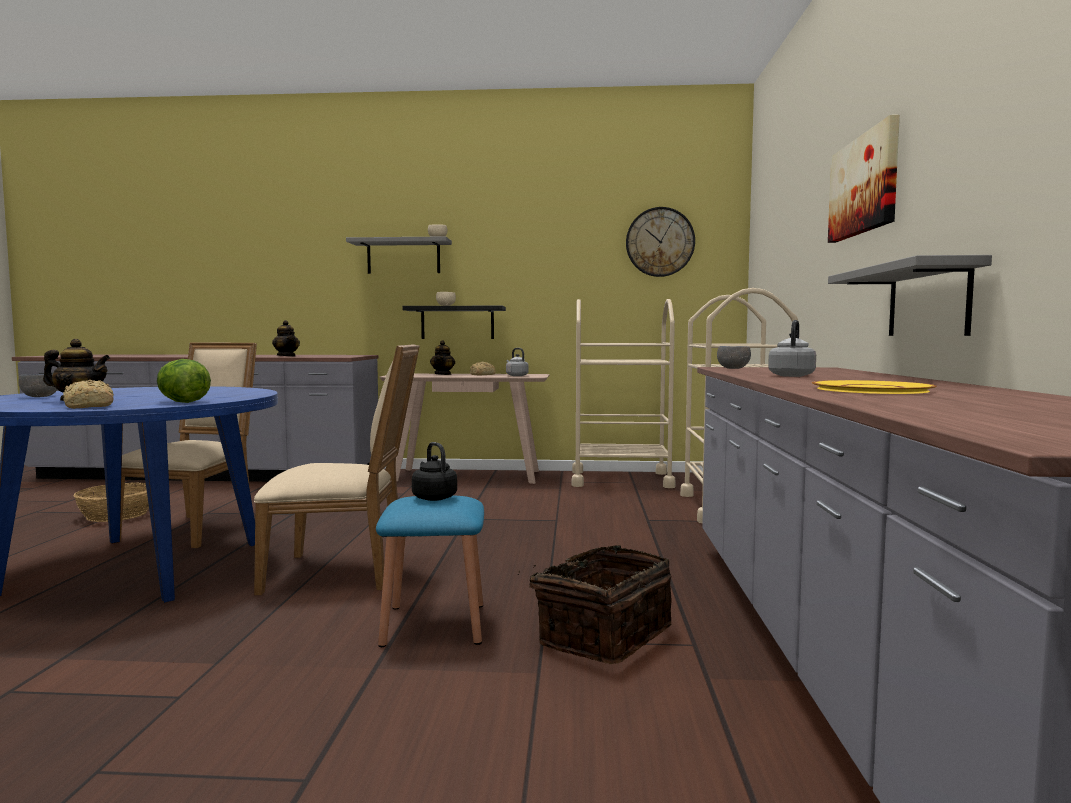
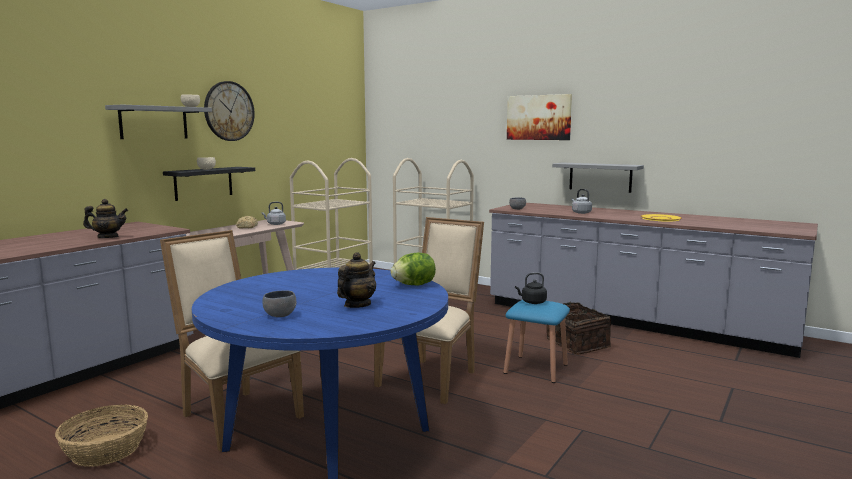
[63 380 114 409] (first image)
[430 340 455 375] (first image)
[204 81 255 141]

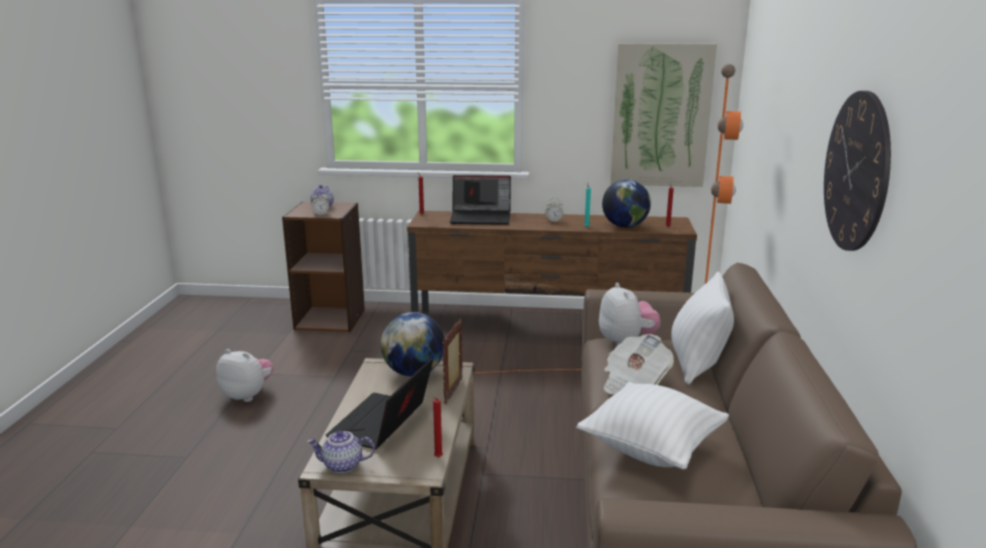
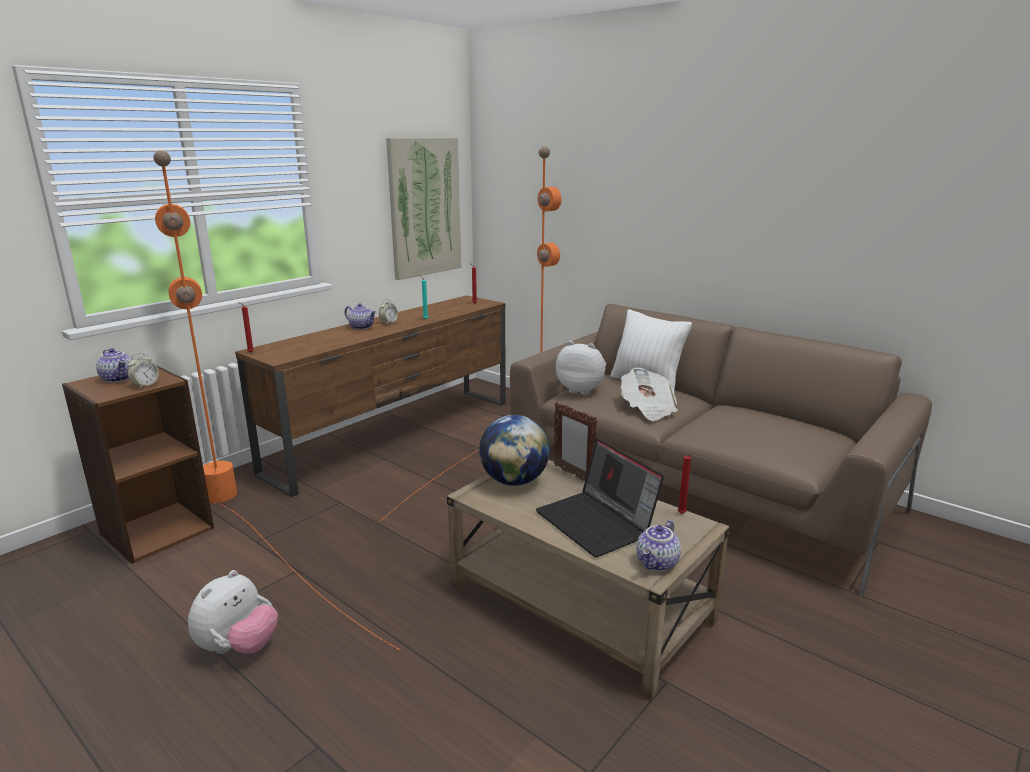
[188 570 278 654]
[450 175 511 225] (first image)
[576 382 729 469] (first image)
[602 179 651 228] (first image)
[824 91 891 251] (first image)
[153 150 401 651]
[345 303 376 330]

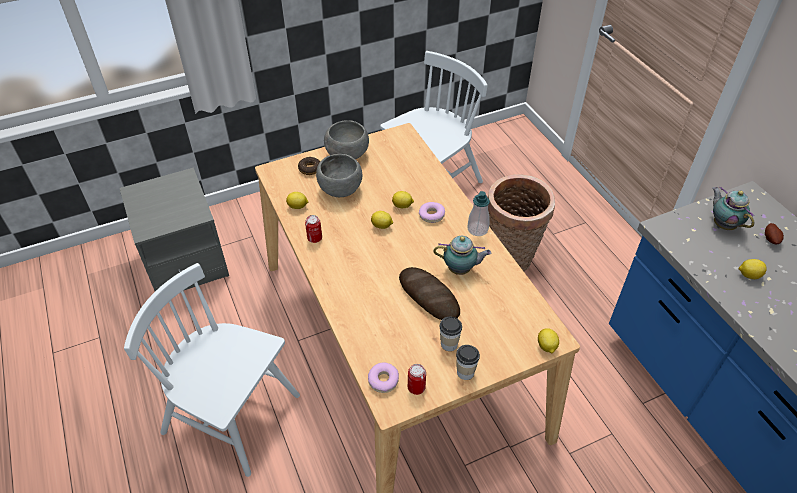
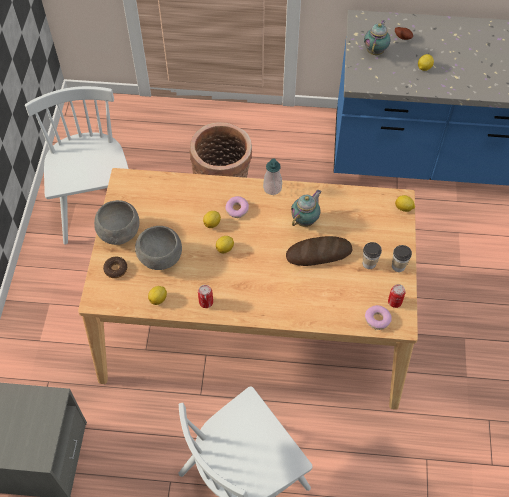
[364 20 390 55]

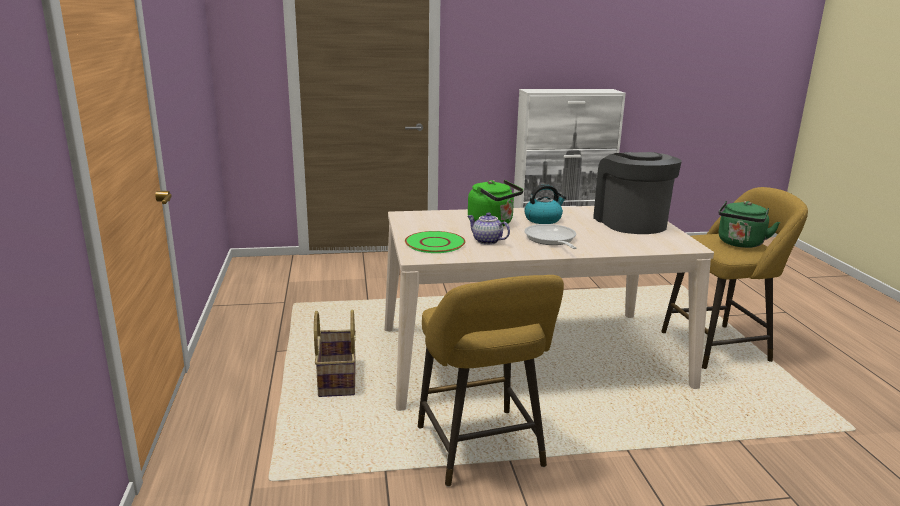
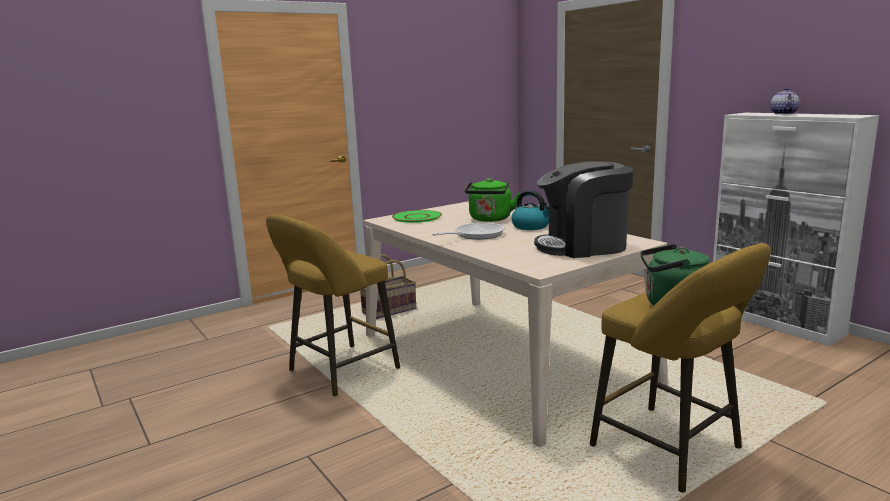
[770 88 800 114]
[534 161 633 258]

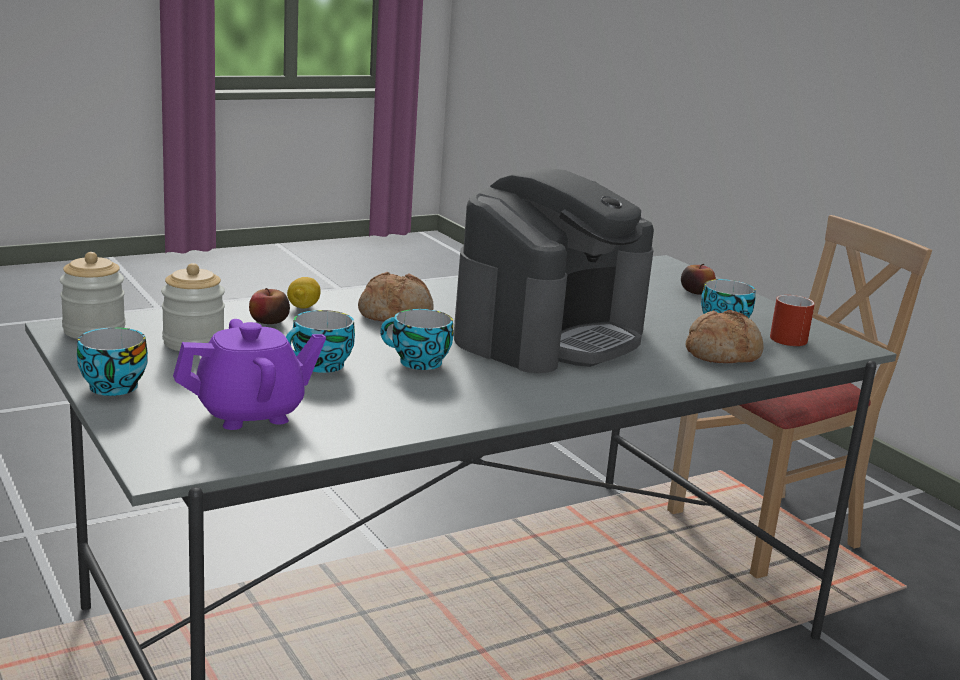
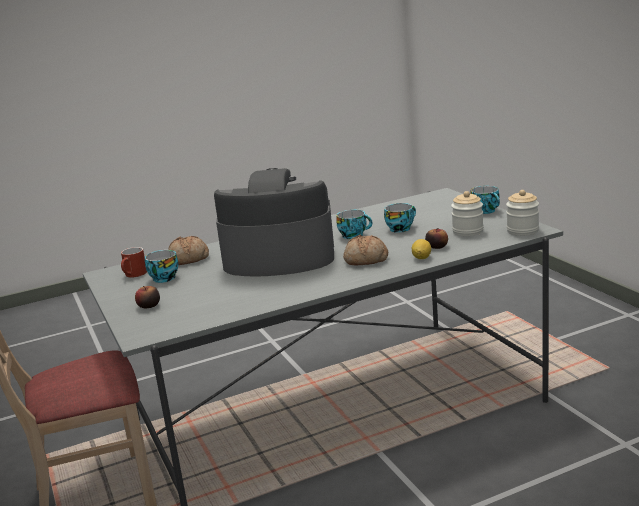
[173 319 326 430] (first image)
[214 168 334 277]

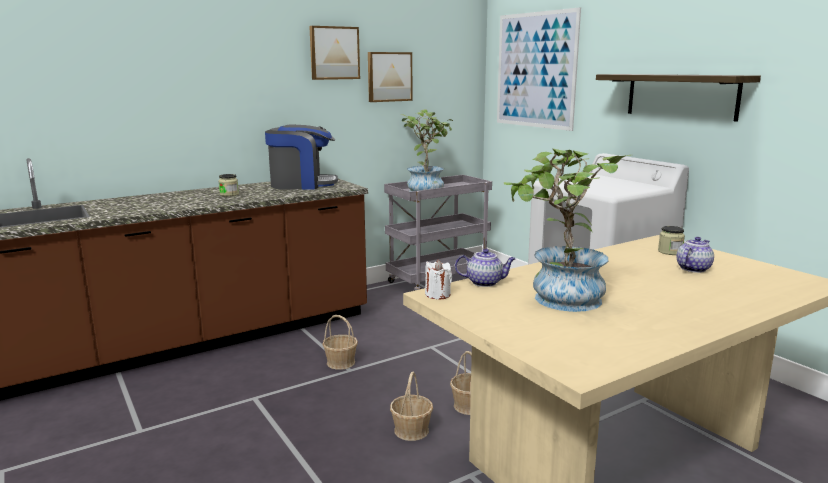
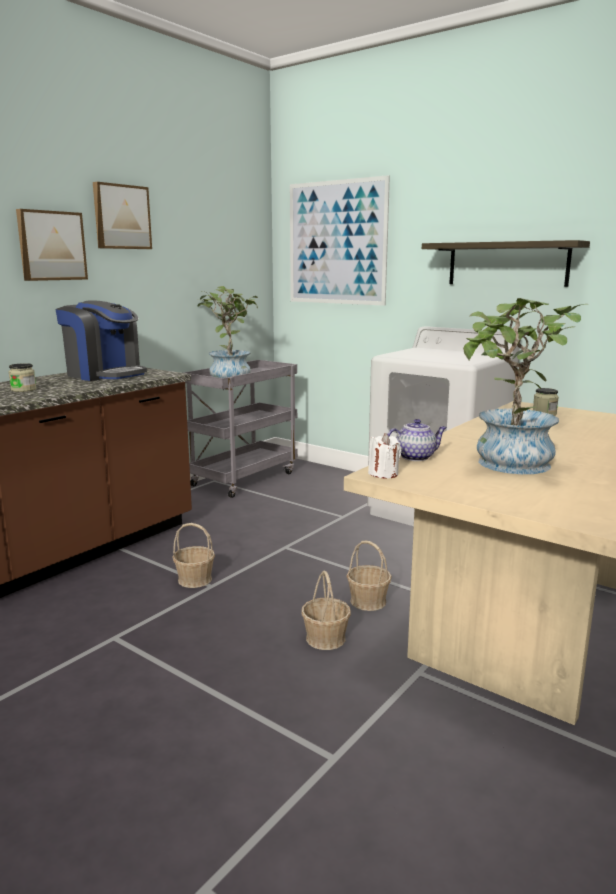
[56 300 147 381]
[16 209 88 281]
[676 237 714 273] (first image)

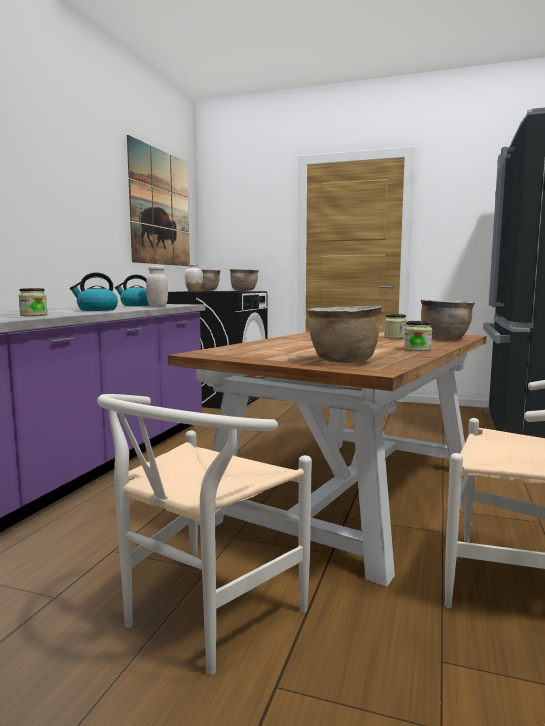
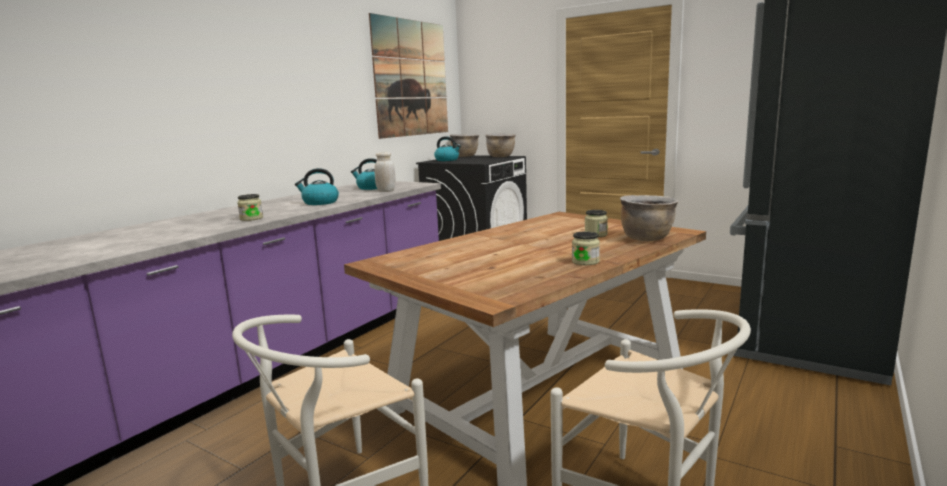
[434 136 461 161]
[307 306 382 363] (first image)

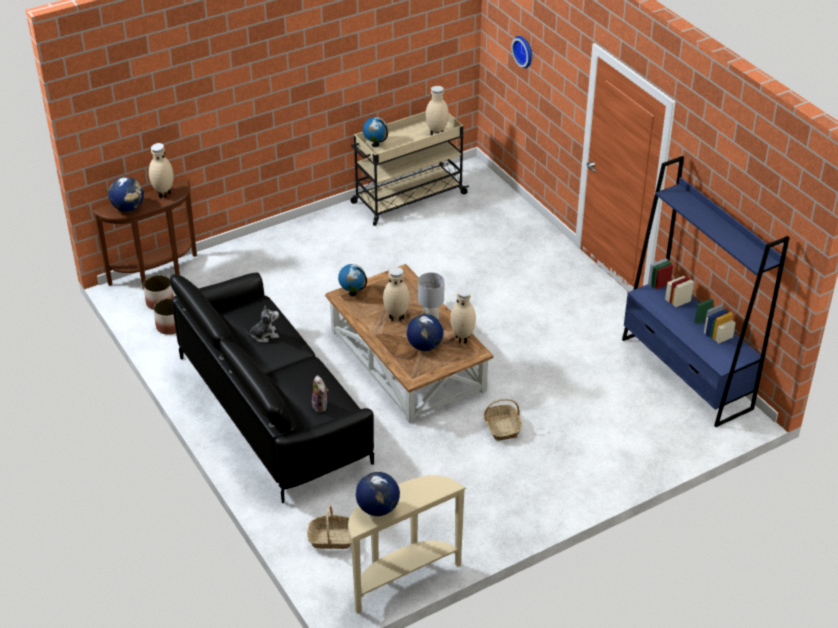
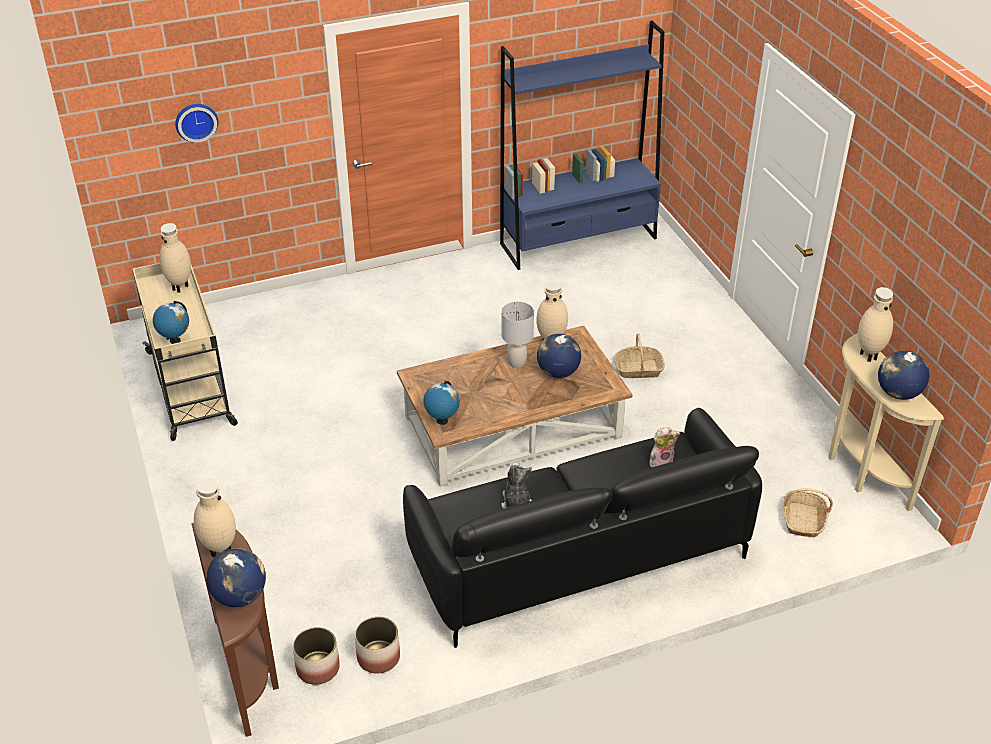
[858 287 893 362]

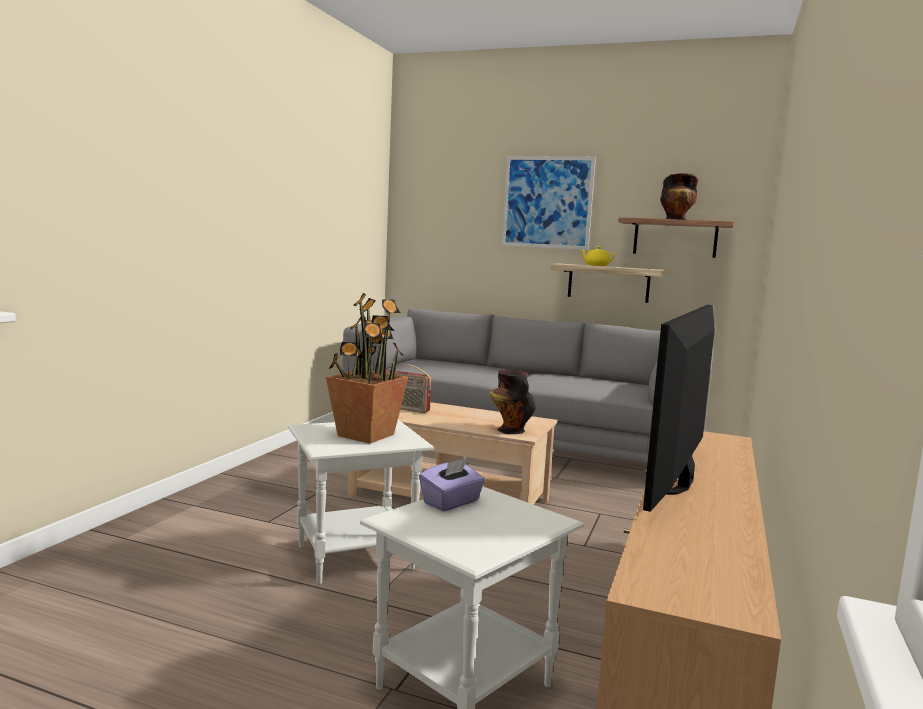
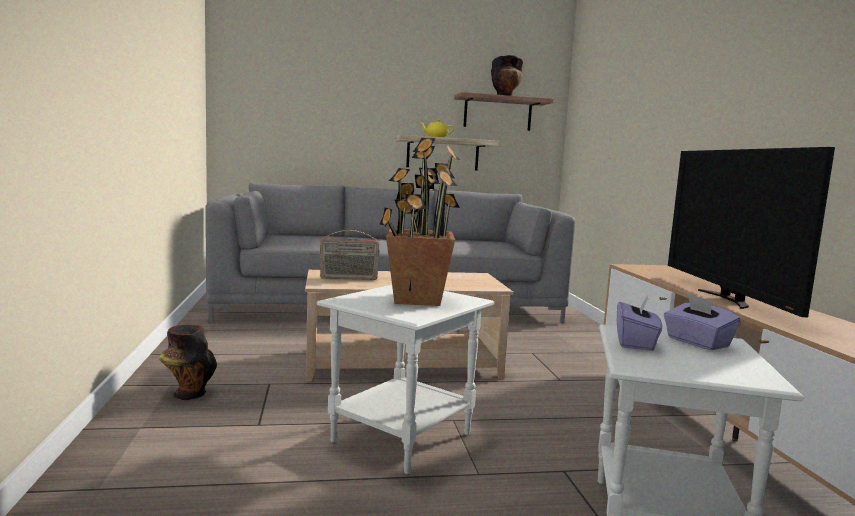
[159 325 217 400]
[502 156 596 250] (first image)
[664 294 741 350]

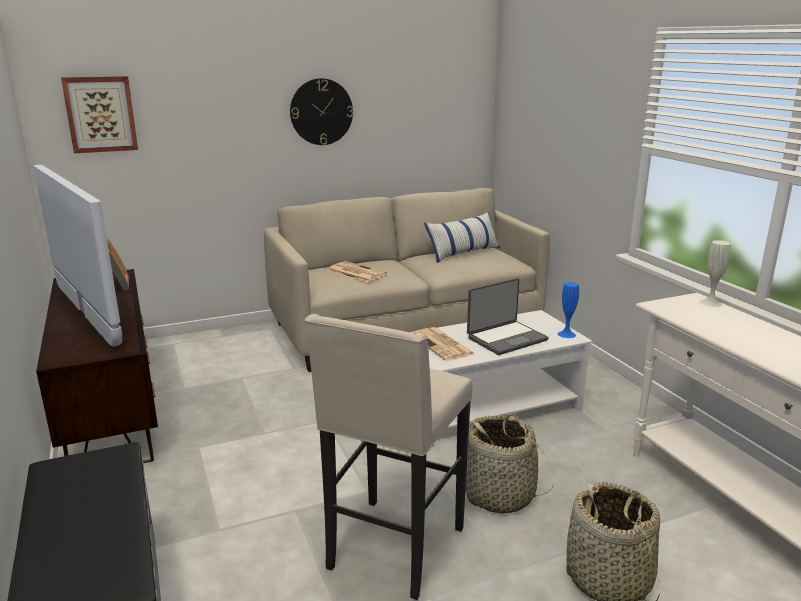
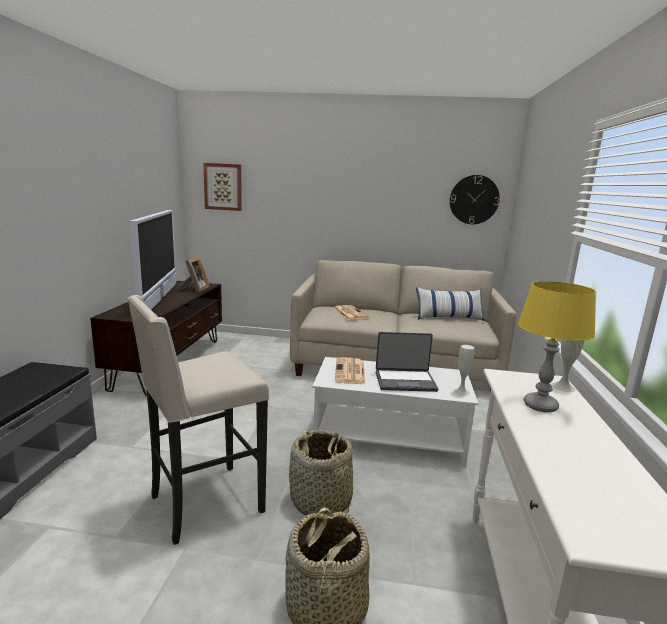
[450 175 500 224]
[453 345 475 396]
[518 281 596 412]

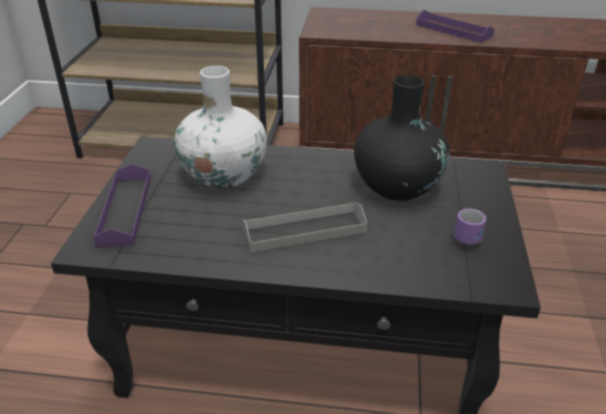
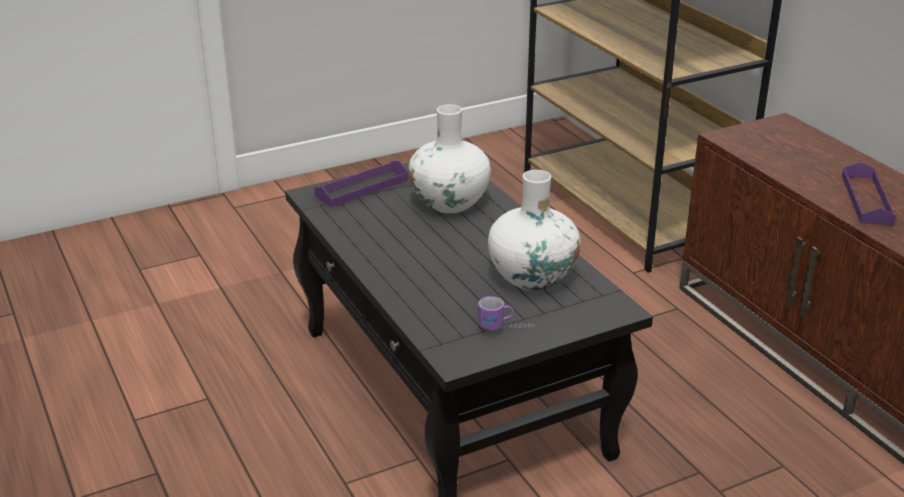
[243 202 367 252] (first image)
[488 170 581 290]

